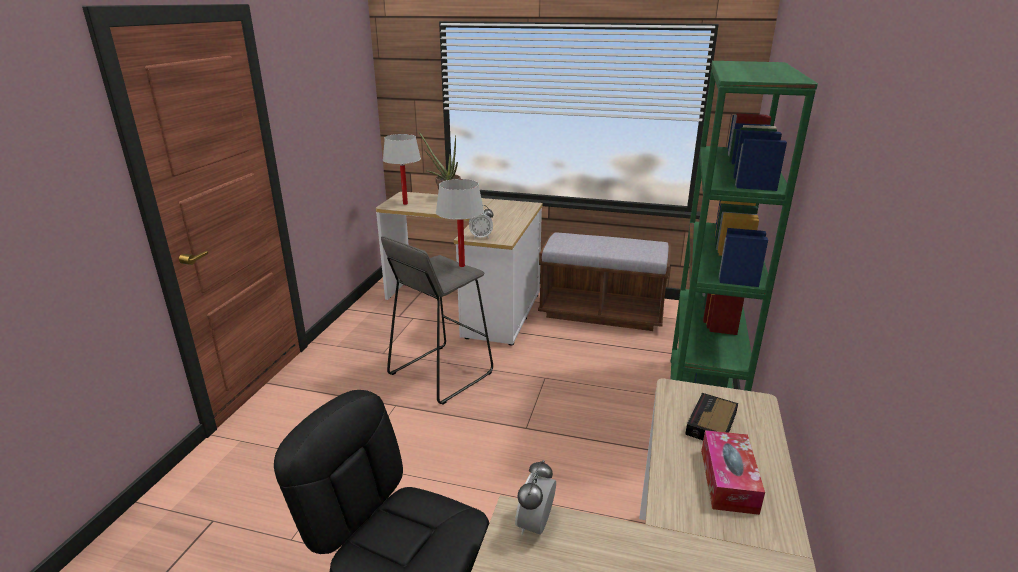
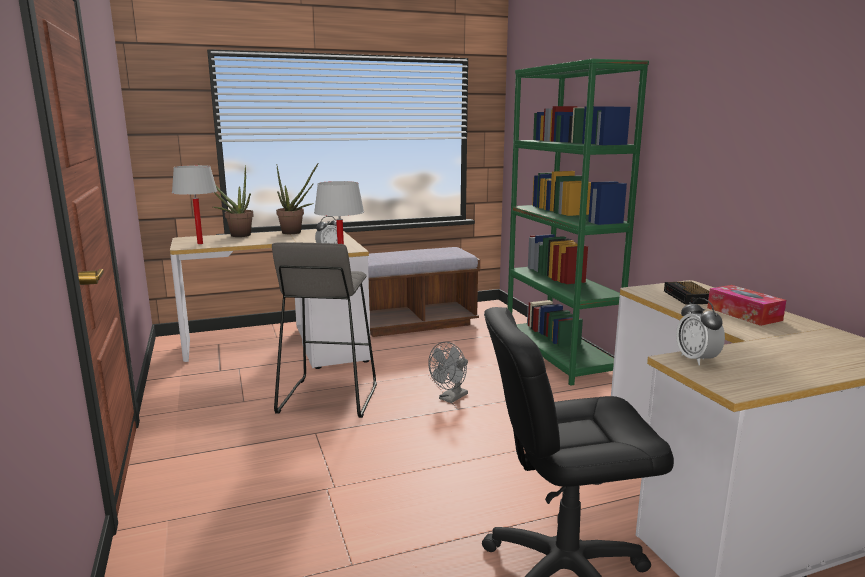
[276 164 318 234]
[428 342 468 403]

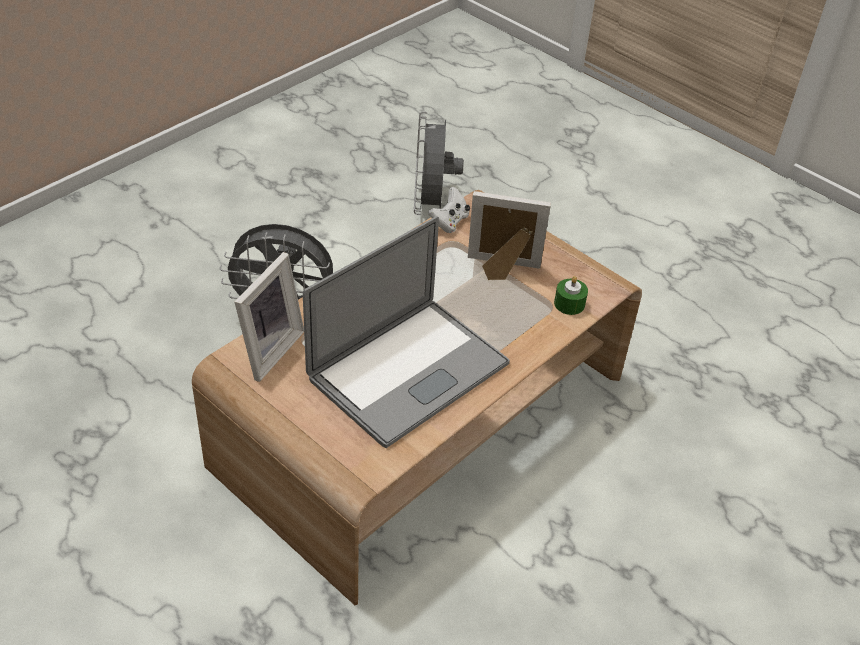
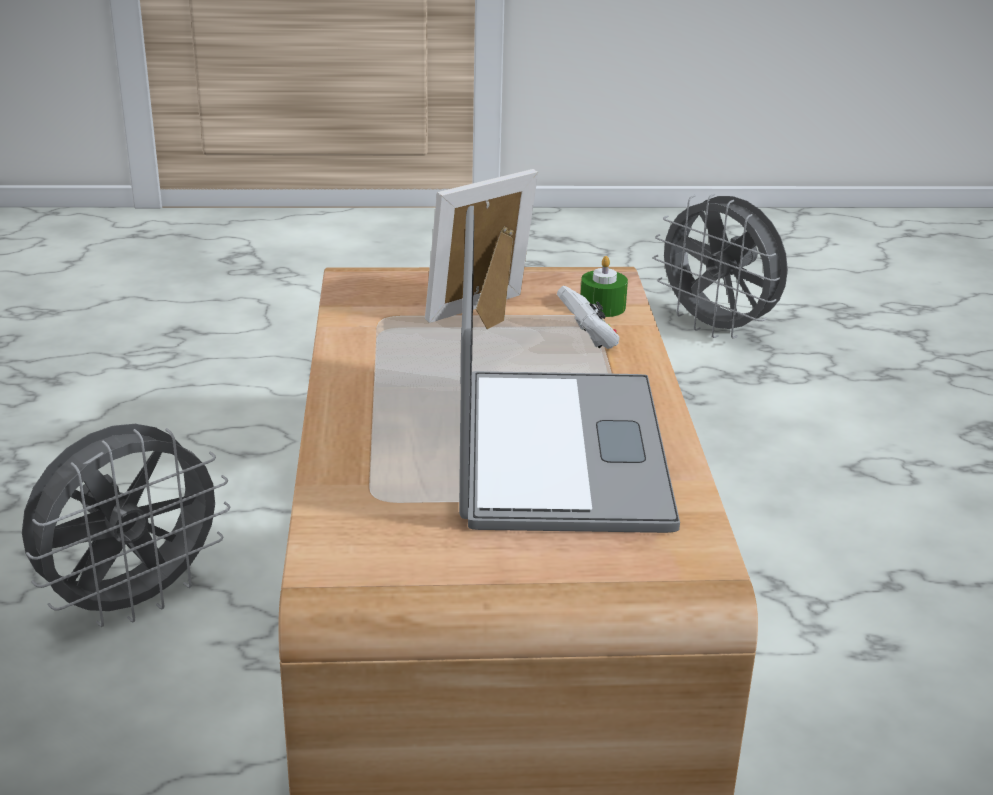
[234 252 304 382] (first image)
[653 193 788 339]
[557 286 620 349]

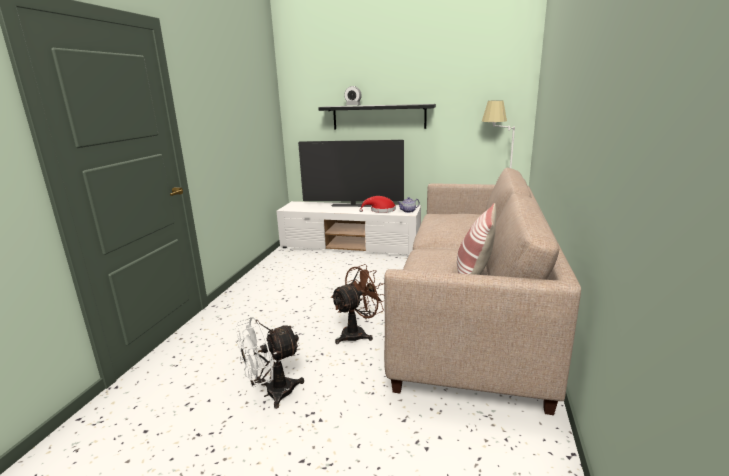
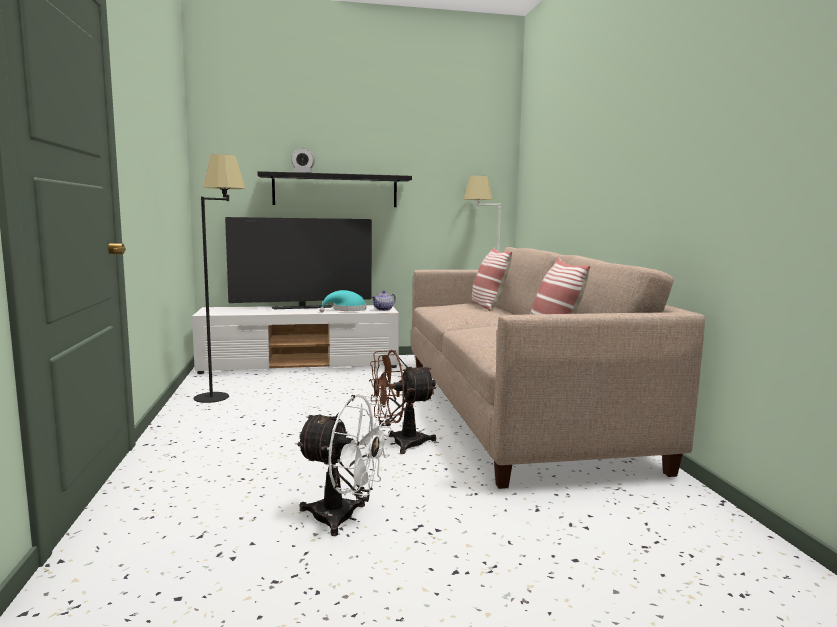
[295 394 392 536]
[369 350 436 454]
[319 290 367 312]
[193 154 245 403]
[472 247 512 311]

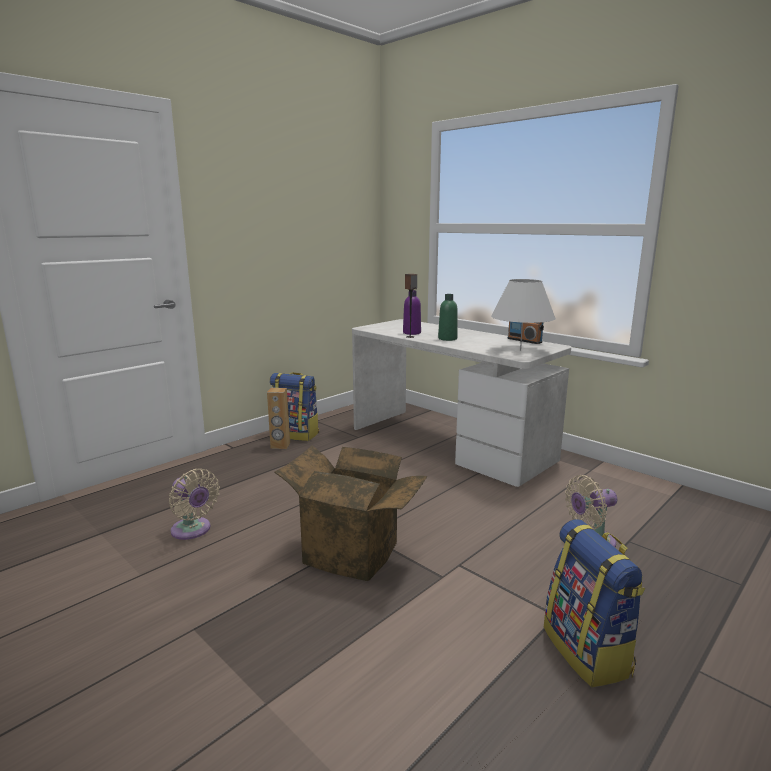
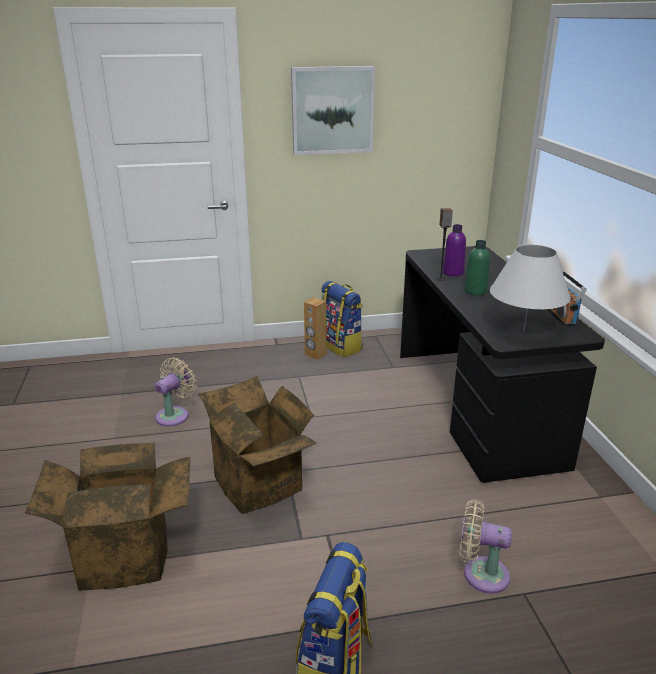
[155 357 197 427]
[400 246 605 483]
[25 443 191 591]
[291 66 375 155]

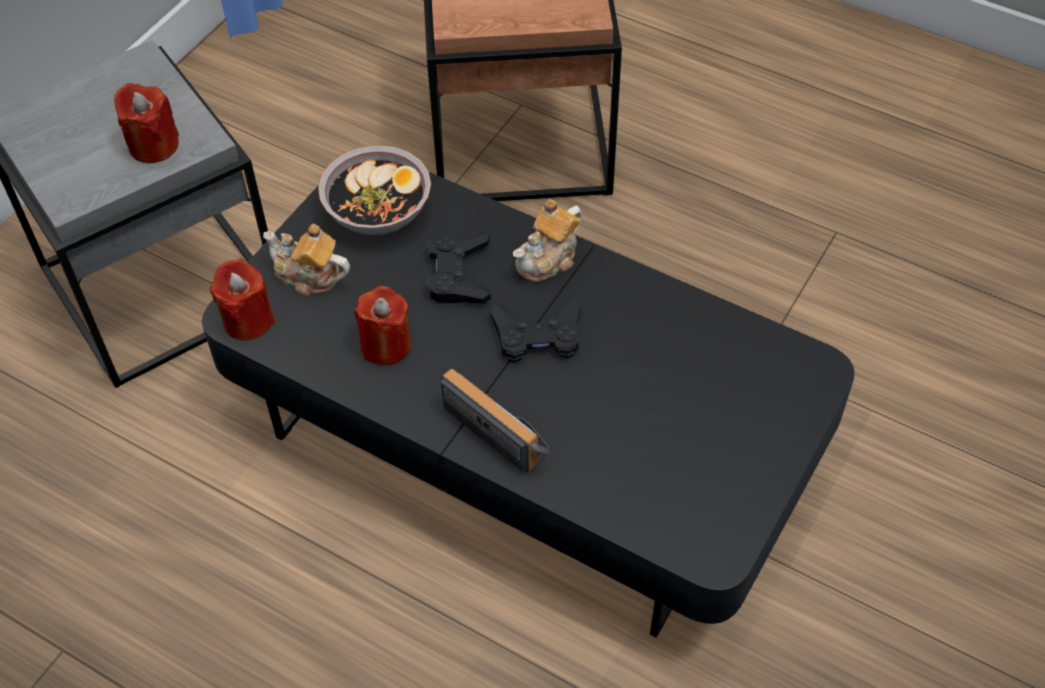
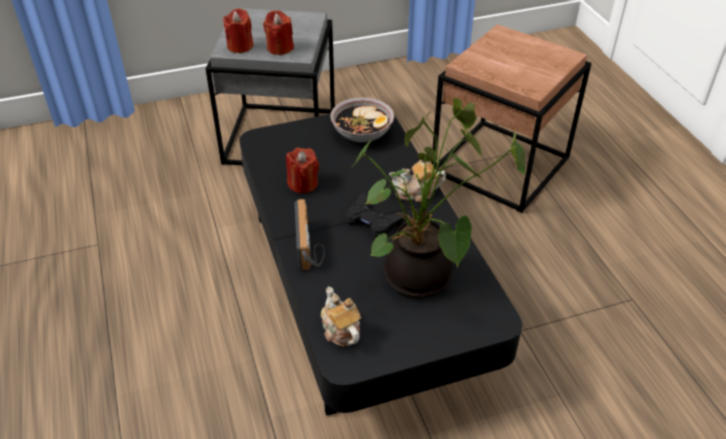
[223 8 253 53]
[321 287 361 346]
[426 231 491 304] (first image)
[352 98 525 298]

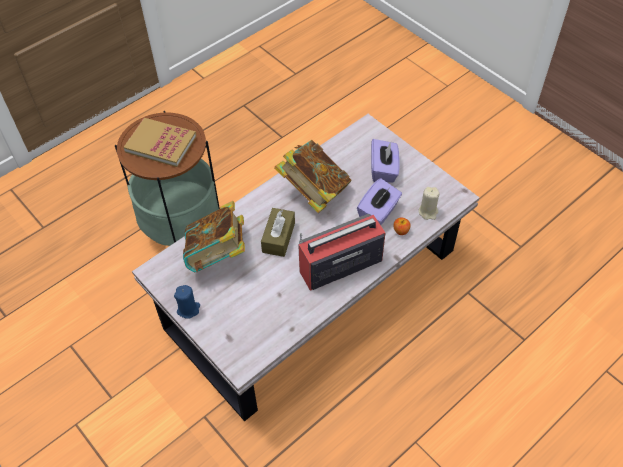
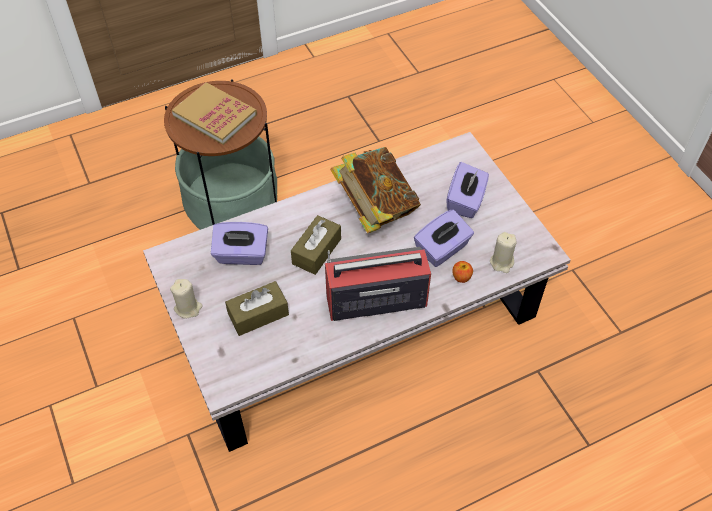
[170 279 203 319]
[211 222 268 265]
[225 281 289 336]

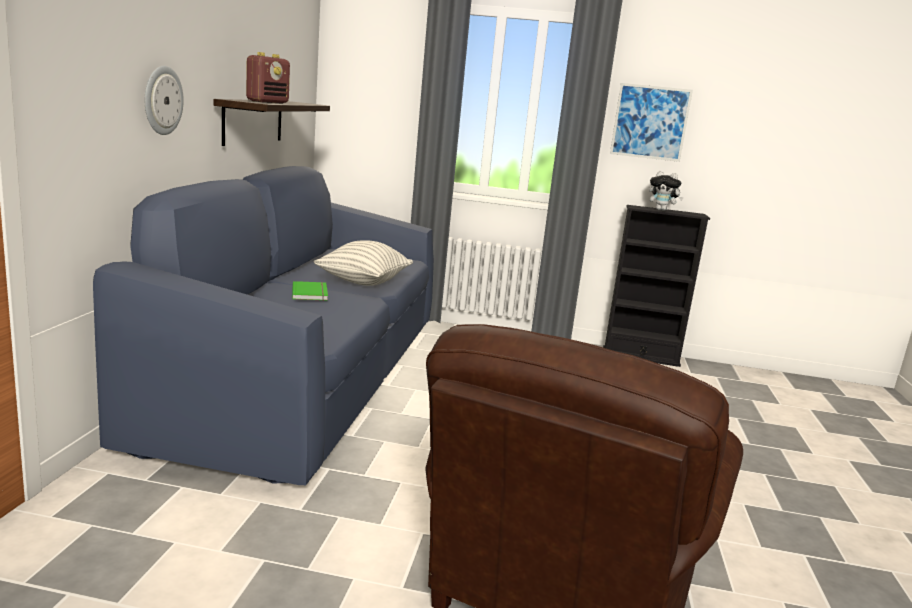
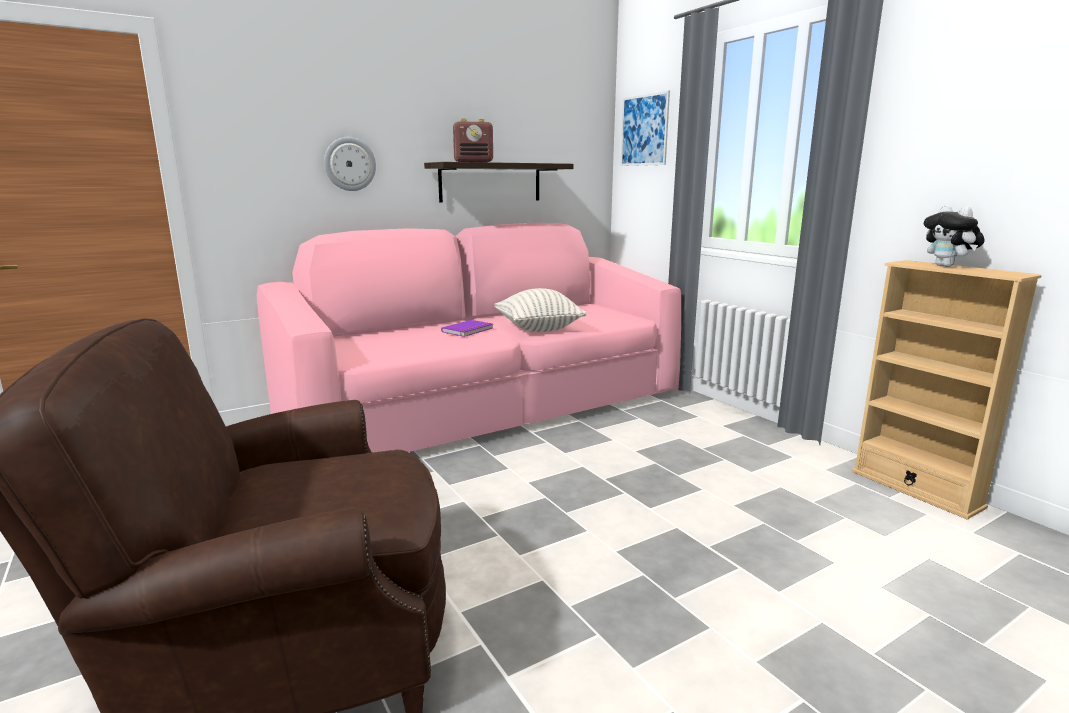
[257 223 681 453]
[441 320 493 337]
[852 260 1042 520]
[620 91 670 166]

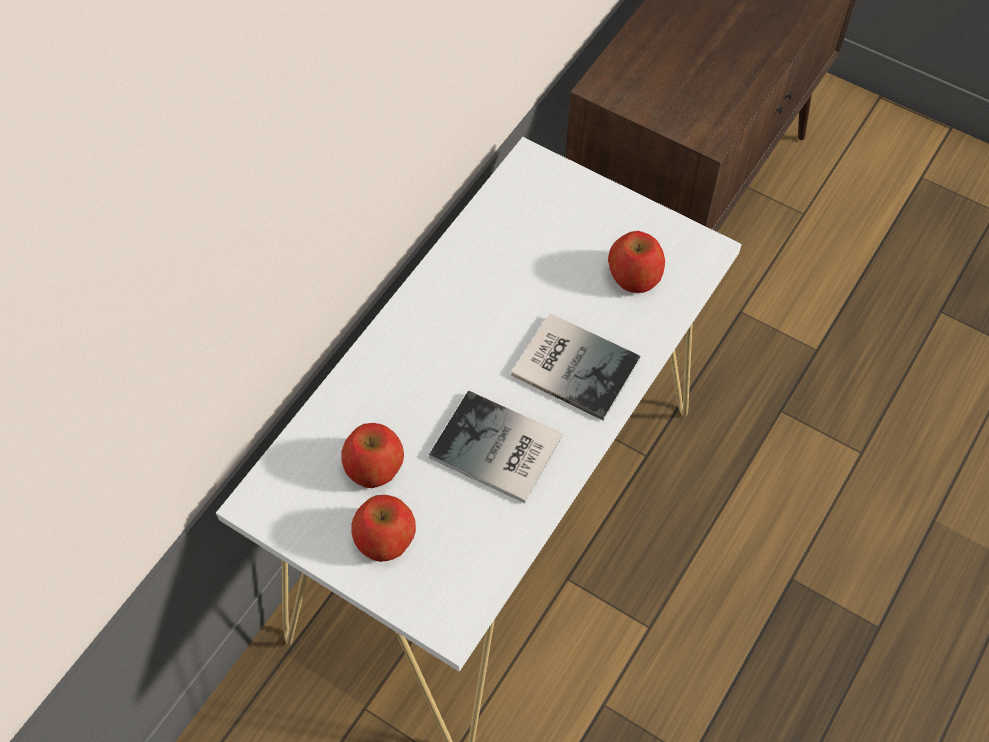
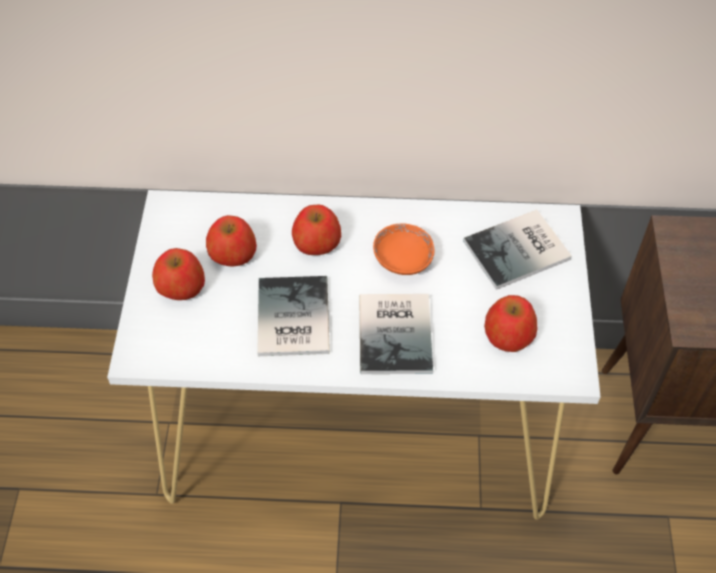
[292 204 341 255]
[373 223 435 275]
[463 210 572 290]

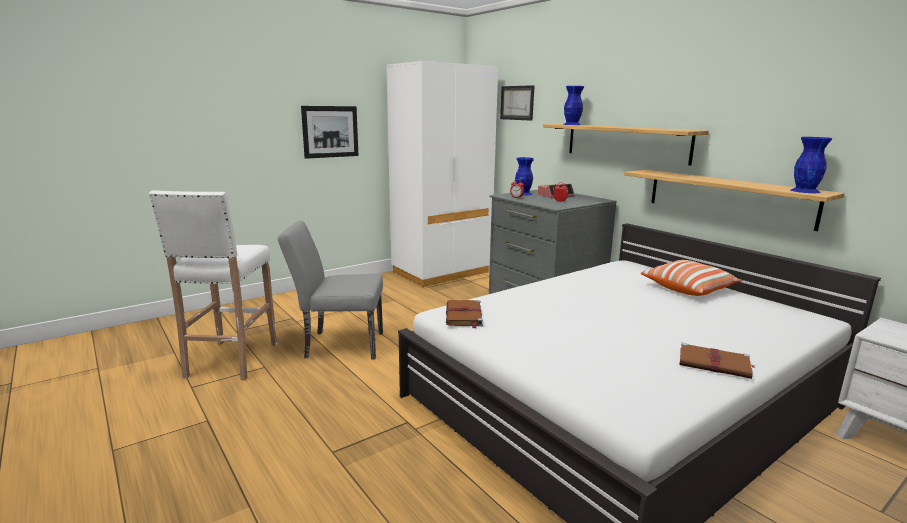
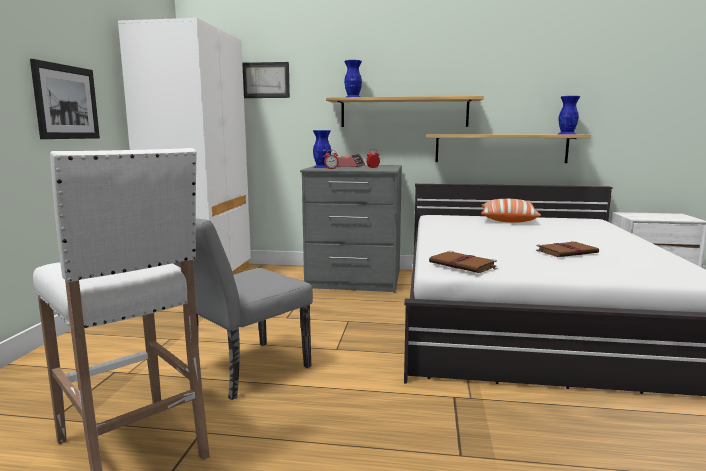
[536 241 599 257]

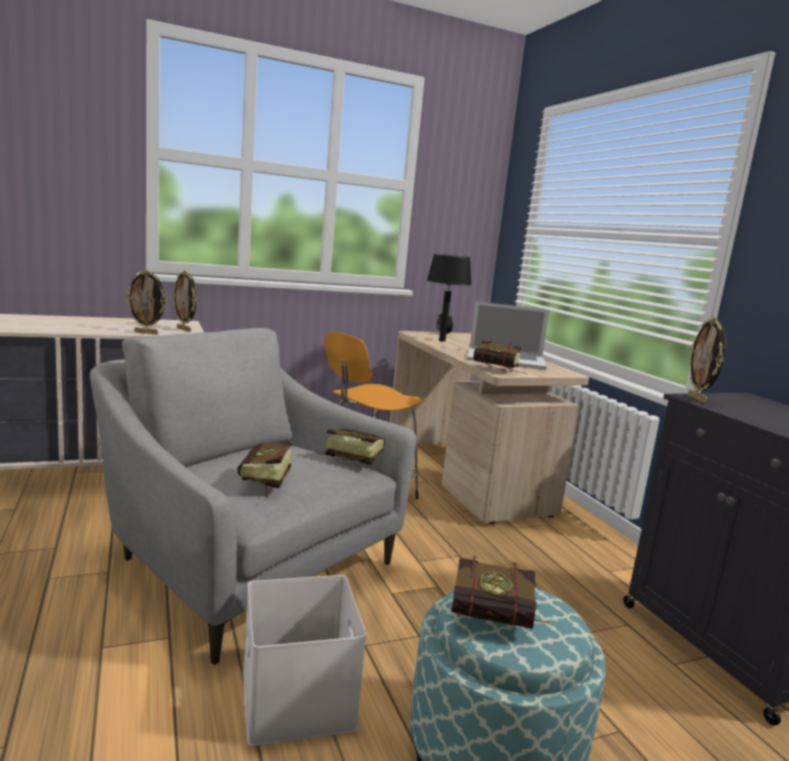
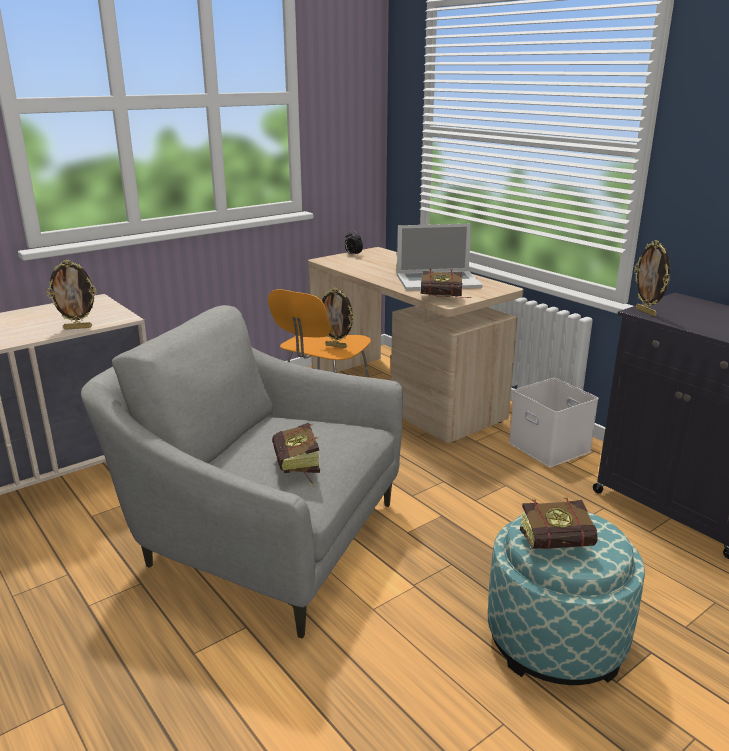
[322 288 355 348]
[509 378 599 467]
[317 429 385 465] (first image)
[427 254 472 342] (first image)

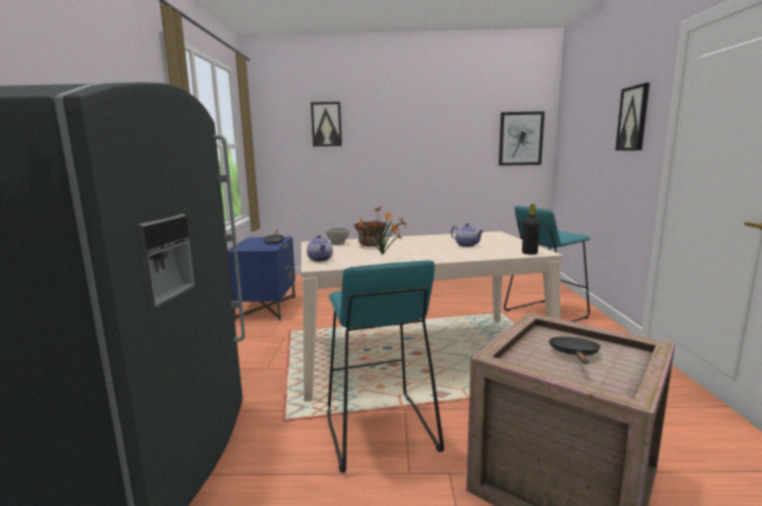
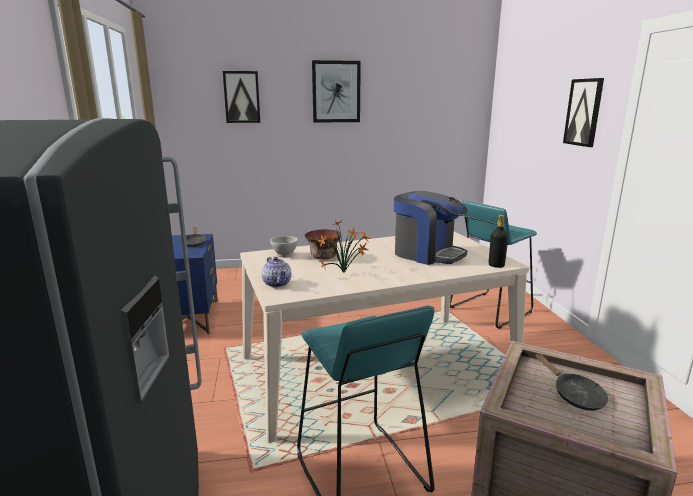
[394 191 468 265]
[312 60 361 123]
[536 353 608 411]

